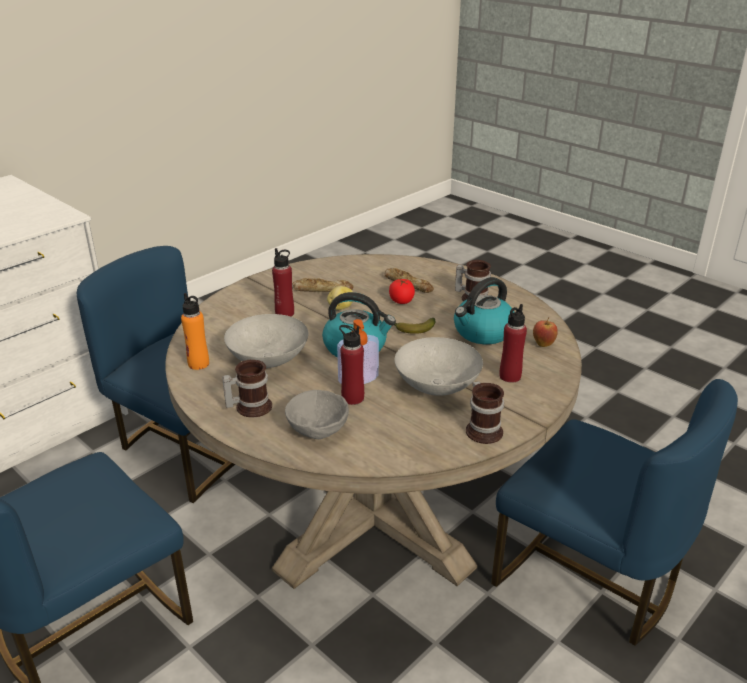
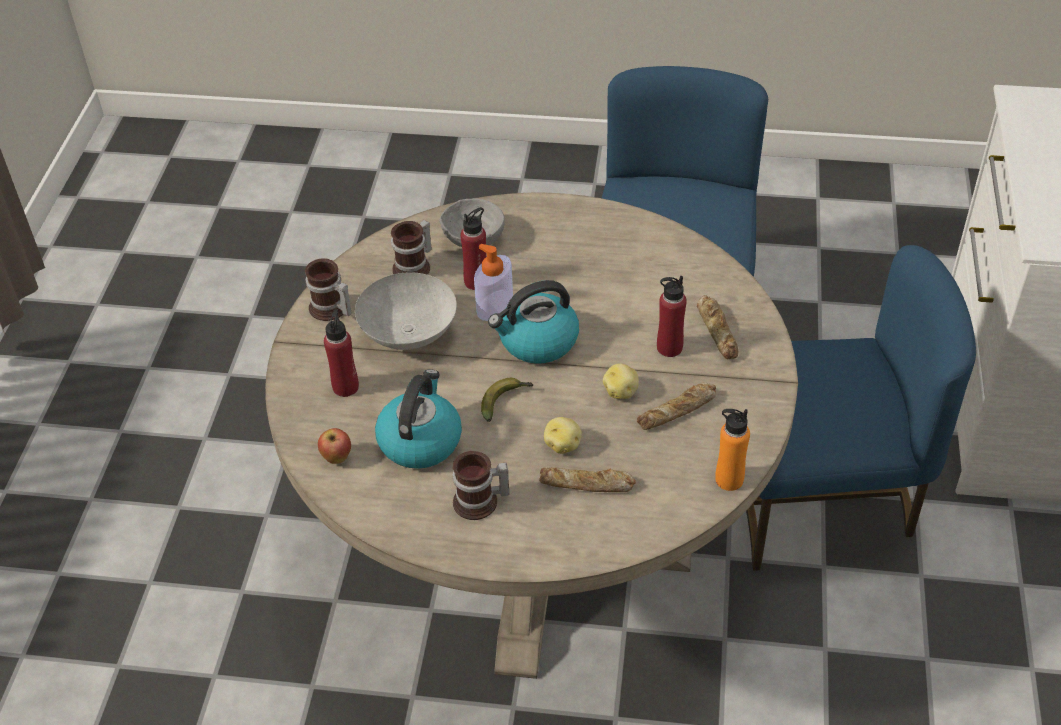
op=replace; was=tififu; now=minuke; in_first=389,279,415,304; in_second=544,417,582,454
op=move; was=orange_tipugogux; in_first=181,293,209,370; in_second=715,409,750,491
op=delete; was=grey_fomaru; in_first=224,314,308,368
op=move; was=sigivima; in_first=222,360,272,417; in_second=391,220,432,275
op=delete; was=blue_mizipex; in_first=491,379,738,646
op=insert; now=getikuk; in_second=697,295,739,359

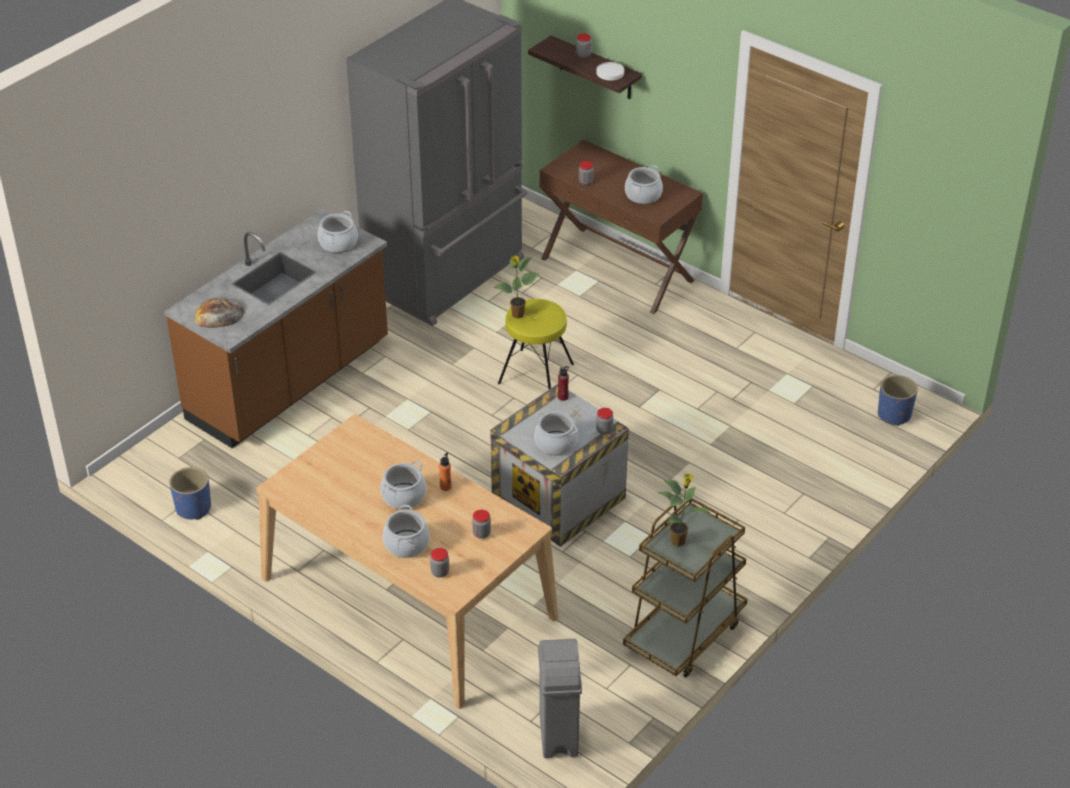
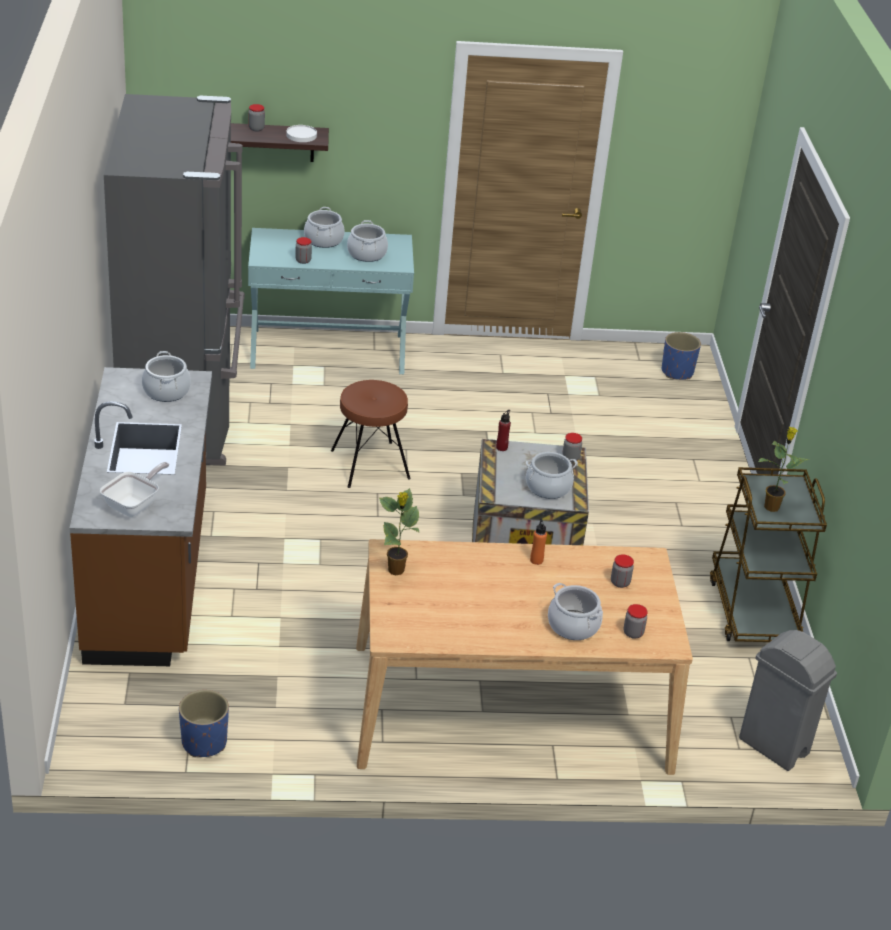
op=recolor; was=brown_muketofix; now=turquoise_muketofix; in_first=540,140,703,314; in_second=248,228,414,374
op=move; was=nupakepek; in_first=494,255,539,319; in_second=379,488,420,575
op=replace; was=getikuk; now=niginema; in_first=194,297,245,328; in_second=100,462,169,517
op=recolor; was=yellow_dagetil; now=brown_dagetil; in_first=498,299,574,389; in_second=331,380,411,488
op=move; was=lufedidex; in_first=380,461,426,510; in_second=304,207,345,248

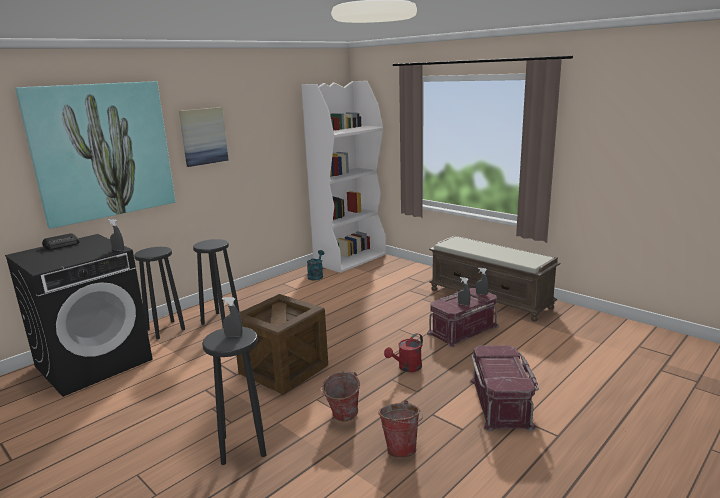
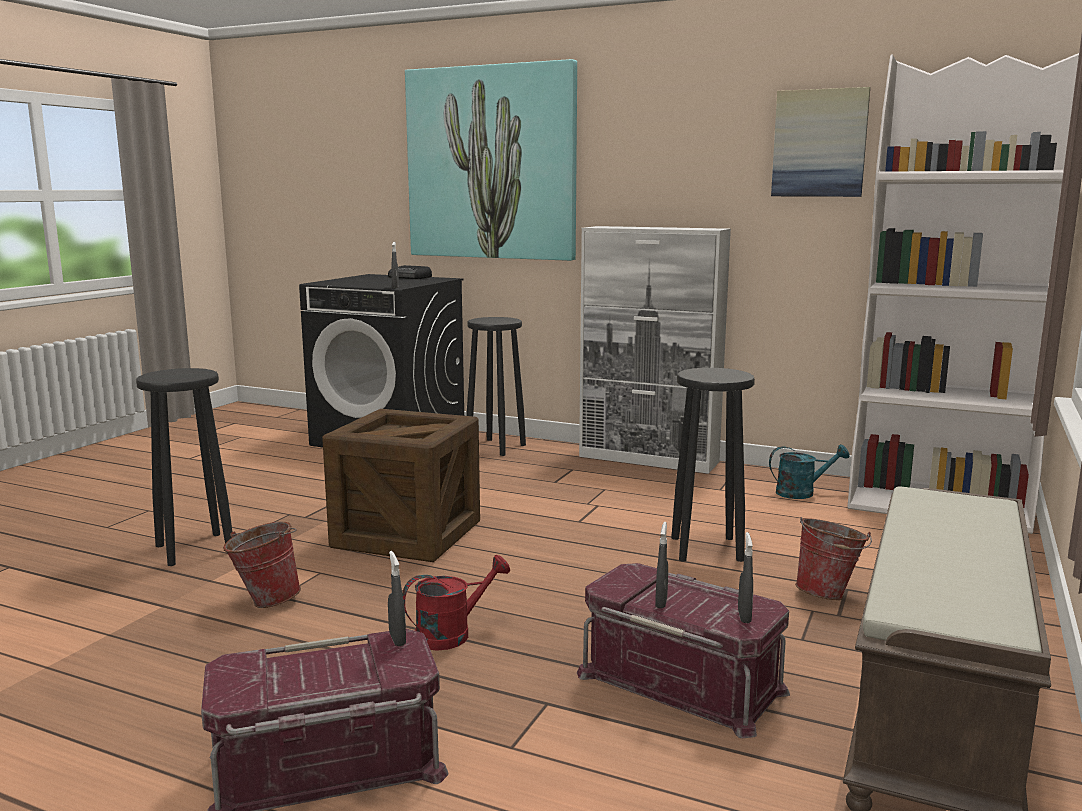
op=move; was=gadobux; in_first=179,107,228,167; in_second=771,87,870,197
op=move; was=black_dagetil; in_first=193,239,240,326; in_second=671,368,755,562
op=move; was=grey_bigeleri; in_first=222,297,242,337; in_second=388,551,406,646
op=rotate; was=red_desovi; in_first=384,333,423,372; in_second=402,555,510,651; clockwise=120
op=move; was=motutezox; in_first=379,400,423,458; in_second=795,517,872,600
op=insert; now=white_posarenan; in_second=579,226,731,474

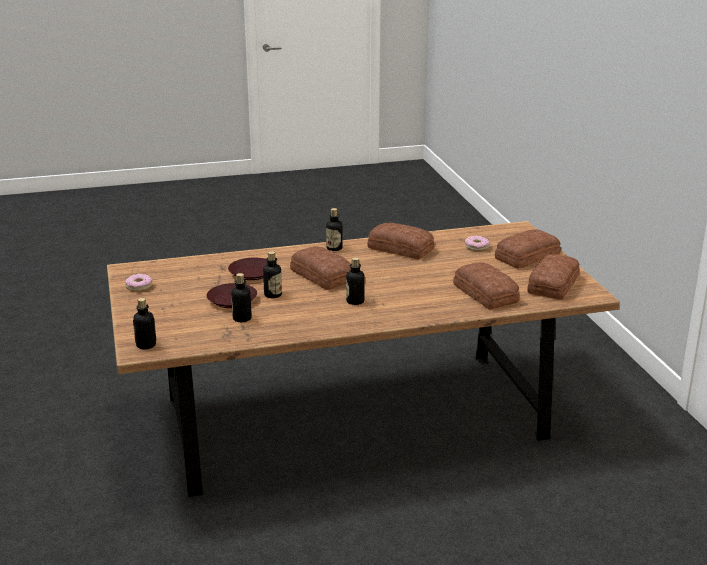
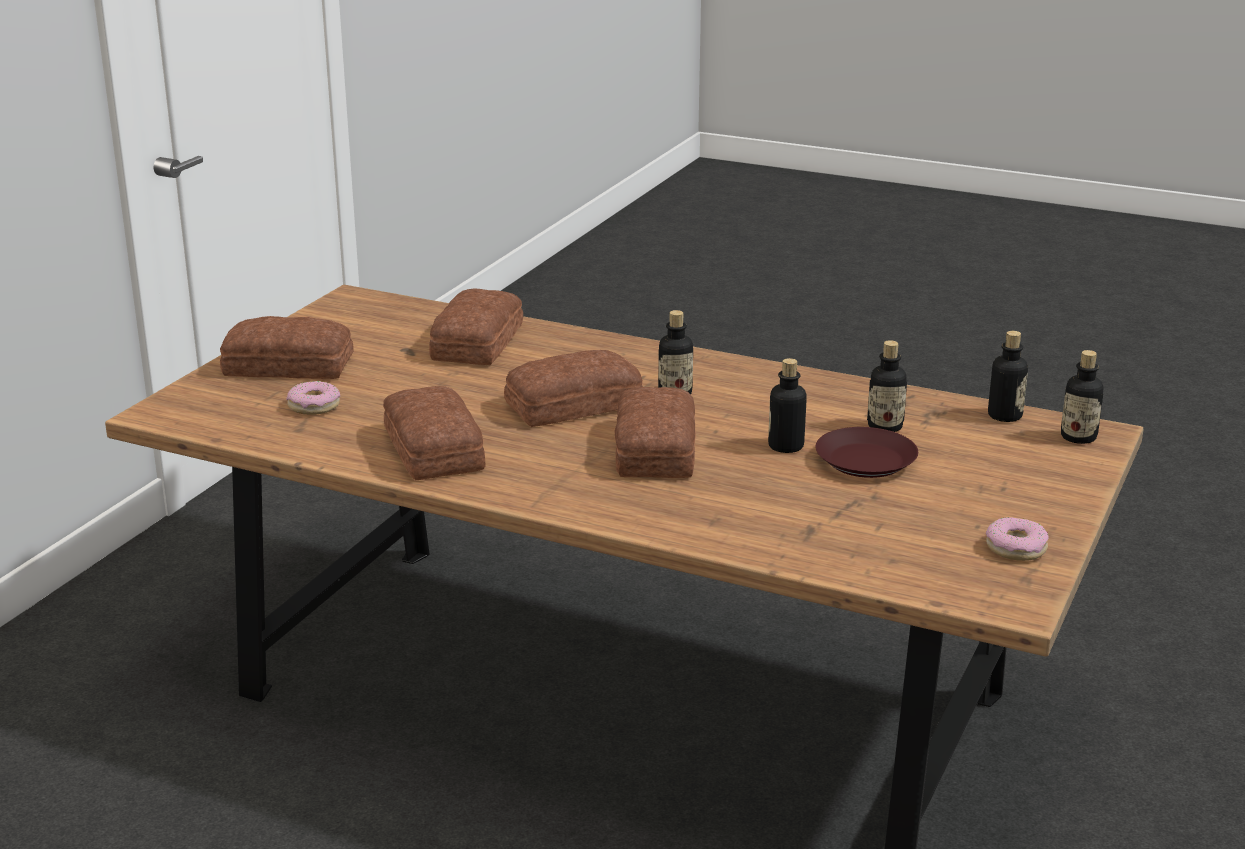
op=move; was=tipugogux; in_first=326,208,343,251; in_second=988,331,1028,422
op=move; was=getikuk; in_first=527,254,579,300; in_second=504,350,643,427
op=delete; was=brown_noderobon; in_first=228,257,267,280

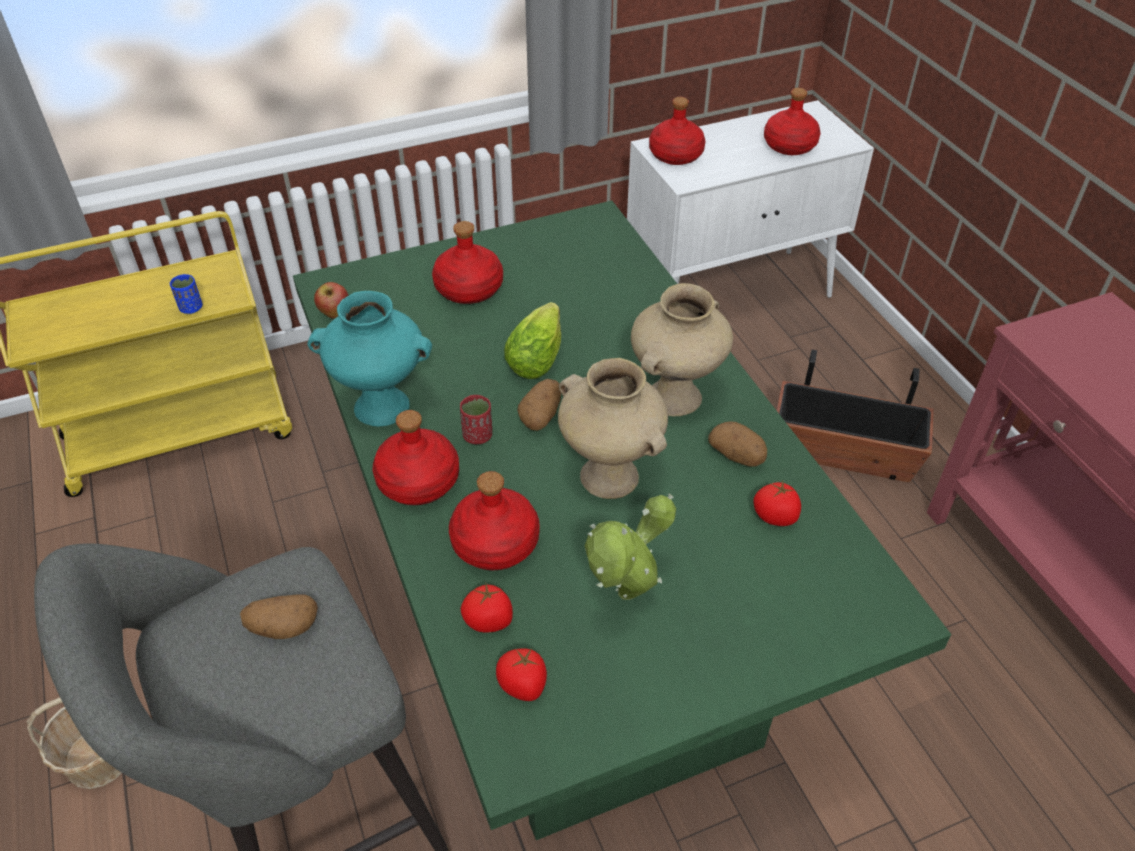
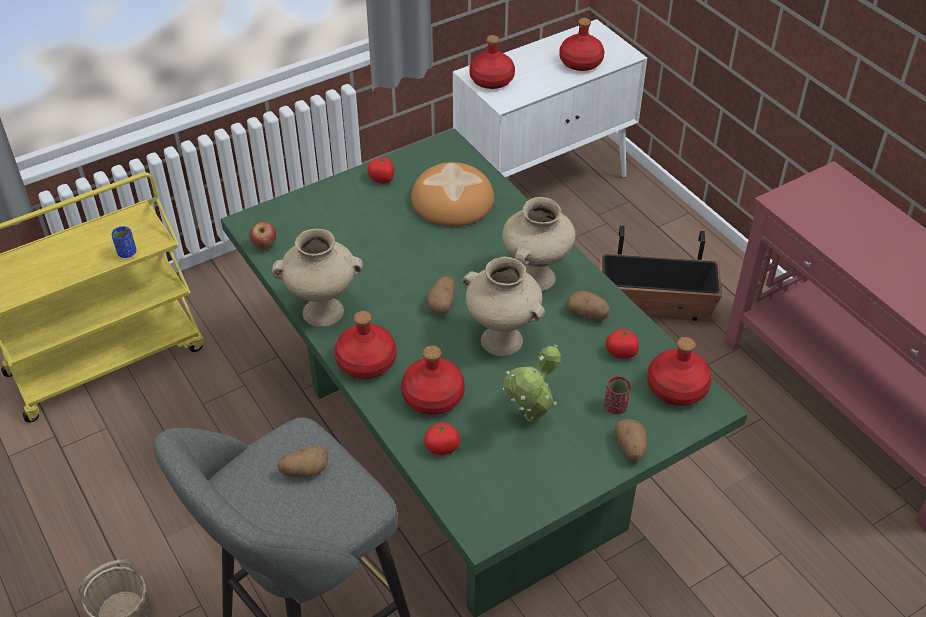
op=move; was=red_tipugogux; in_first=432,221,503,304; in_second=647,337,712,406
op=recolor; was=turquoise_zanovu; now=beige_zanovu; in_first=307,291,432,427; in_second=272,229,363,327
op=delete; was=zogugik; in_first=504,302,561,379
op=move; was=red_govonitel; in_first=460,395,492,444; in_second=604,376,631,414
op=move; was=tififu; in_first=496,648,547,701; in_second=367,156,394,184
op=insert; now=getikuk; in_second=411,162,494,227
op=insert; now=minuke; in_second=615,419,648,462

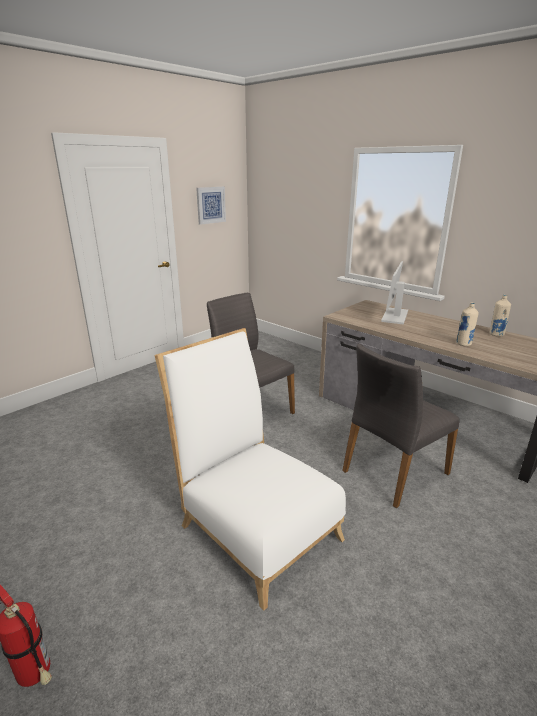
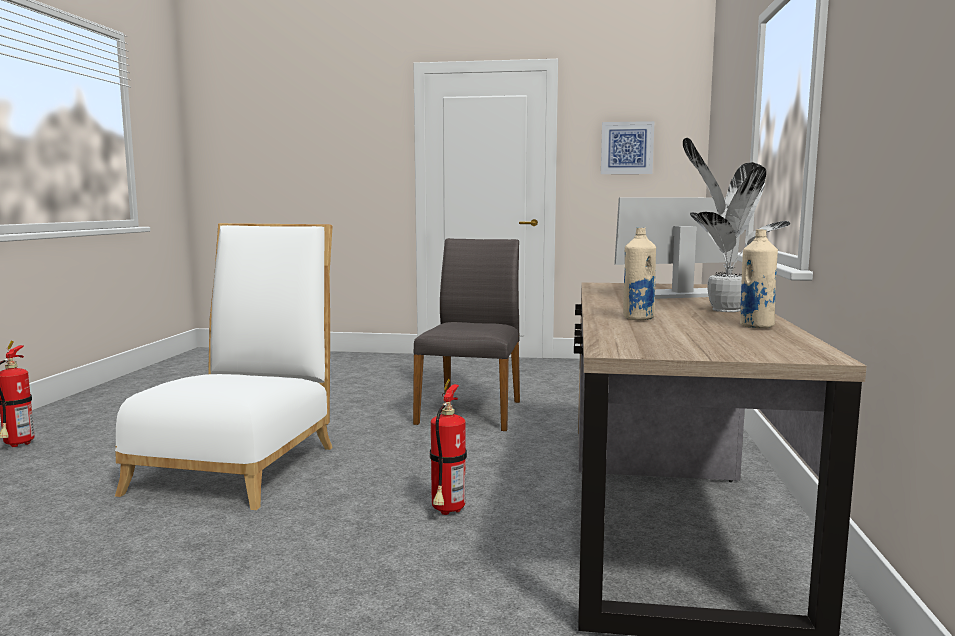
op=replace; was=grey_mizipex; now=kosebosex; in_first=342,343,460,508; in_second=430,378,467,515
op=insert; now=nupakepek; in_second=683,138,790,312

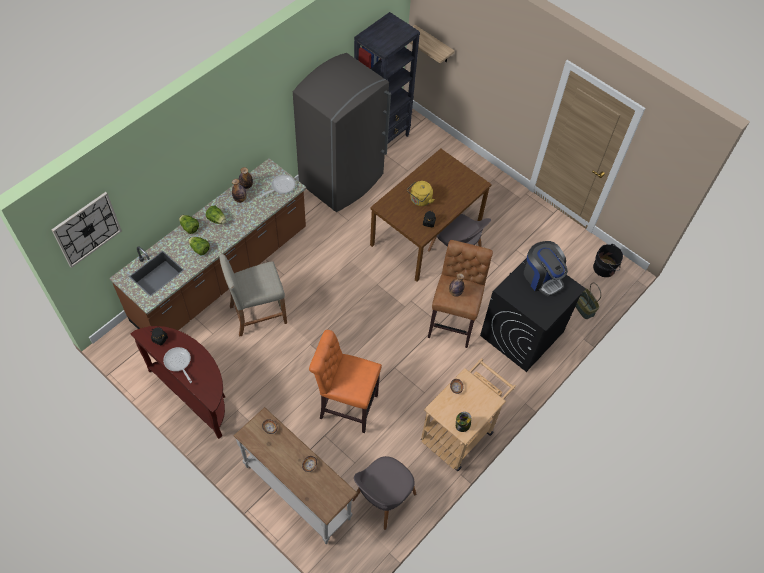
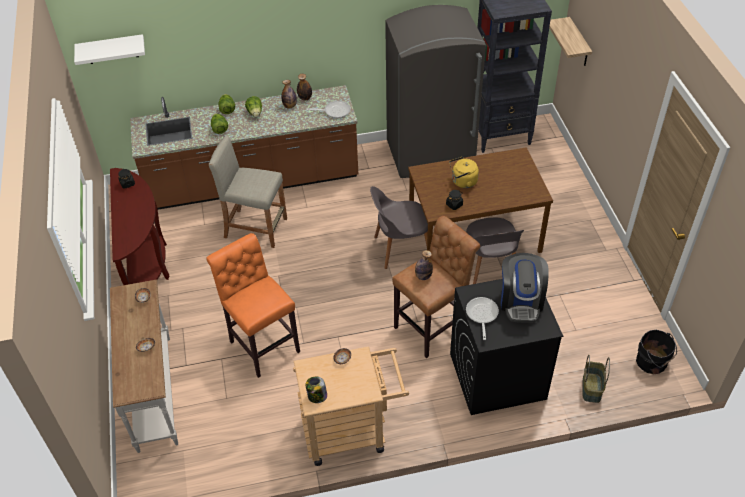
op=replace; was=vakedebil; now=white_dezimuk; in_first=52,192,122,268; in_second=74,34,145,65
op=move; was=niginema; in_first=163,347,192,383; in_second=466,297,499,340
op=move; was=grey_mizipex; in_first=352,456,416,530; in_second=370,186,428,269

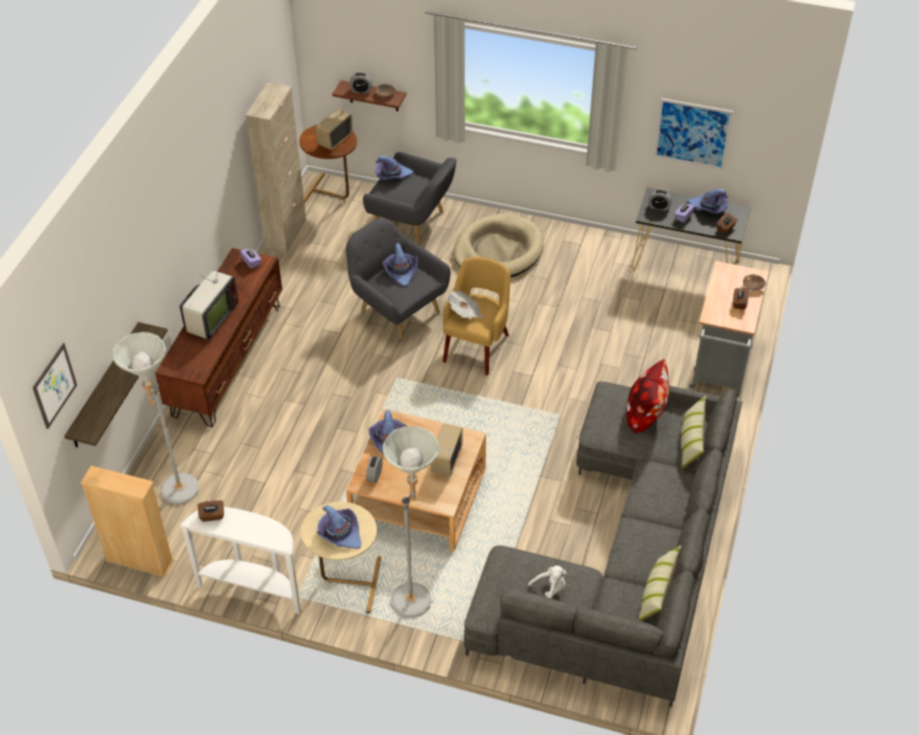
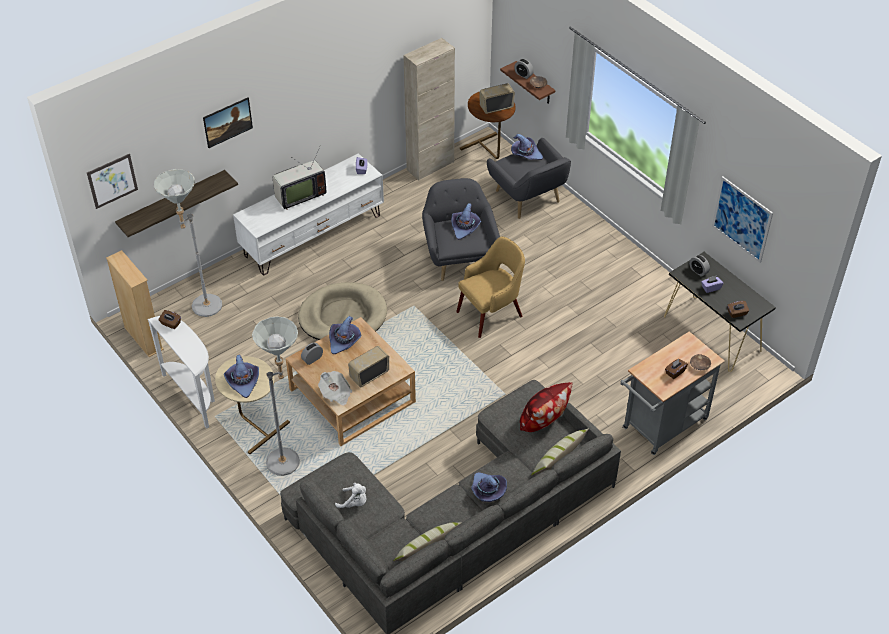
op=move; was=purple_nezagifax; in_first=688,189,728,214; in_second=471,472,507,502
op=move; was=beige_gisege; in_first=454,214,544,277; in_second=298,282,387,340
op=recolor; was=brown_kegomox; now=white_kegomox; in_first=155,248,282,427; in_second=233,153,384,276
op=move; was=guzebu; in_first=447,290,482,319; in_second=318,371,352,406
op=insert; now=gadobux; in_second=203,97,253,148

